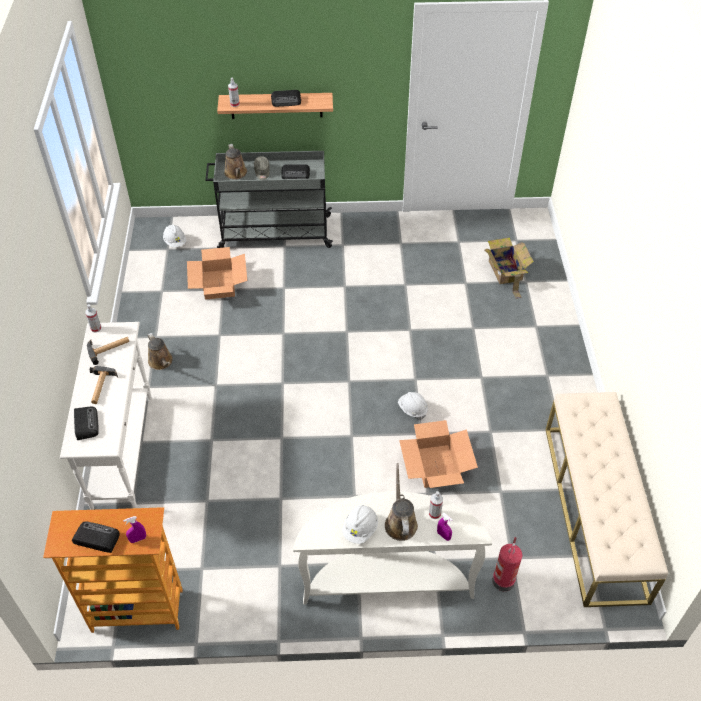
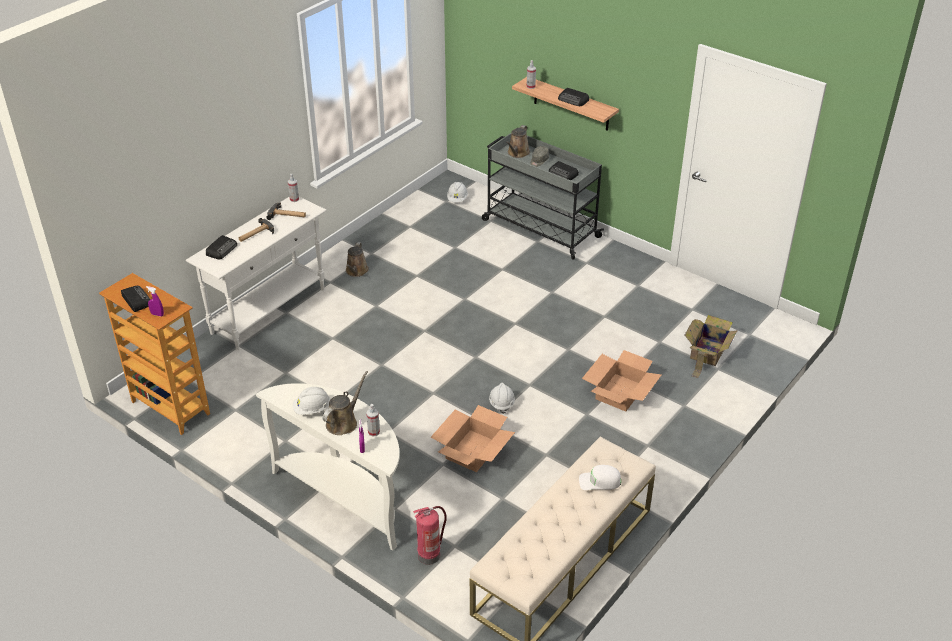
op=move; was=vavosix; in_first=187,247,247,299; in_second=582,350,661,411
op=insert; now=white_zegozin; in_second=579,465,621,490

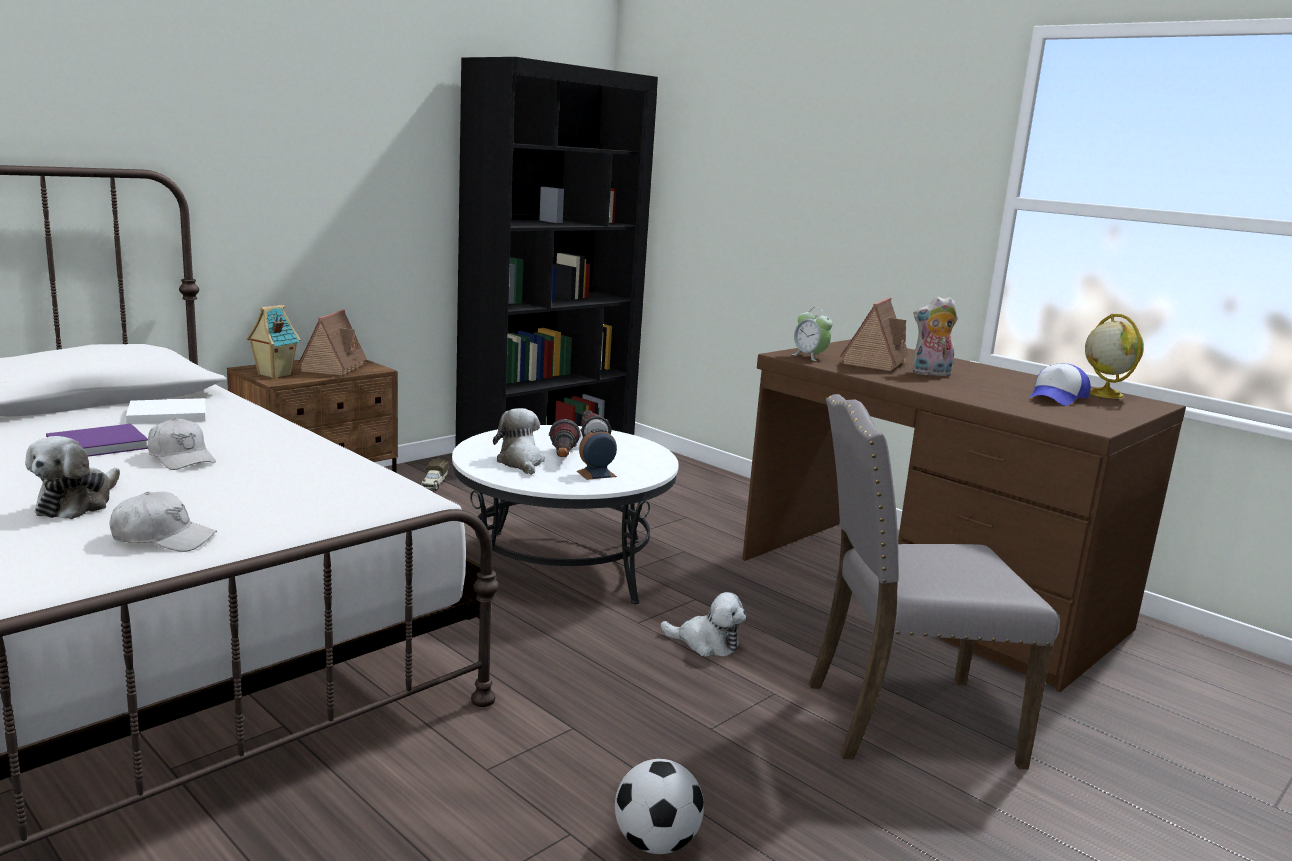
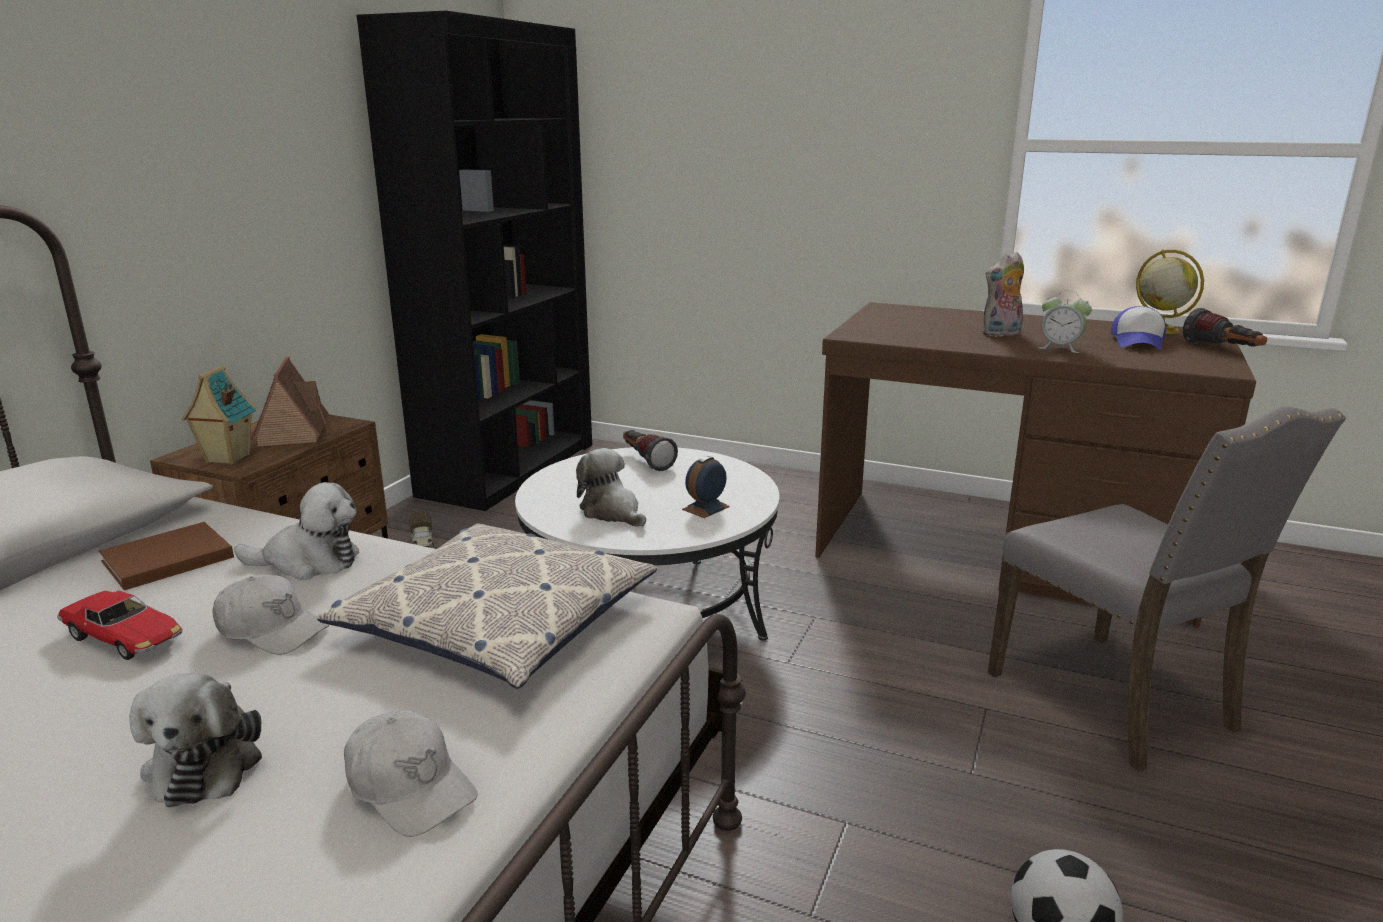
op=delete; was=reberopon; in_first=840,298,909,371
op=move; was=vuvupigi; in_first=791,307,833,361; in_second=1039,291,1092,353
op=rotate; was=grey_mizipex; in_first=809,394,1060,769; in_second=988,407,1346,772; clockwise=-90
op=recolor; was=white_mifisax; now=brown_mifisax; in_first=126,398,206,424; in_second=99,522,234,590
op=move; was=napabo; in_first=549,419,581,457; in_second=1183,308,1267,347
op=replace; was=purple_mifisax; now=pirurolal; in_first=46,424,148,457; in_second=57,591,183,660
op=rotate; was=white_zegozin; in_first=109,491,217,552; in_second=344,711,478,837; clockwise=60
op=move; was=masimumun; in_first=661,592,746,657; in_second=234,482,359,580
op=insert; now=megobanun; in_second=317,523,657,689

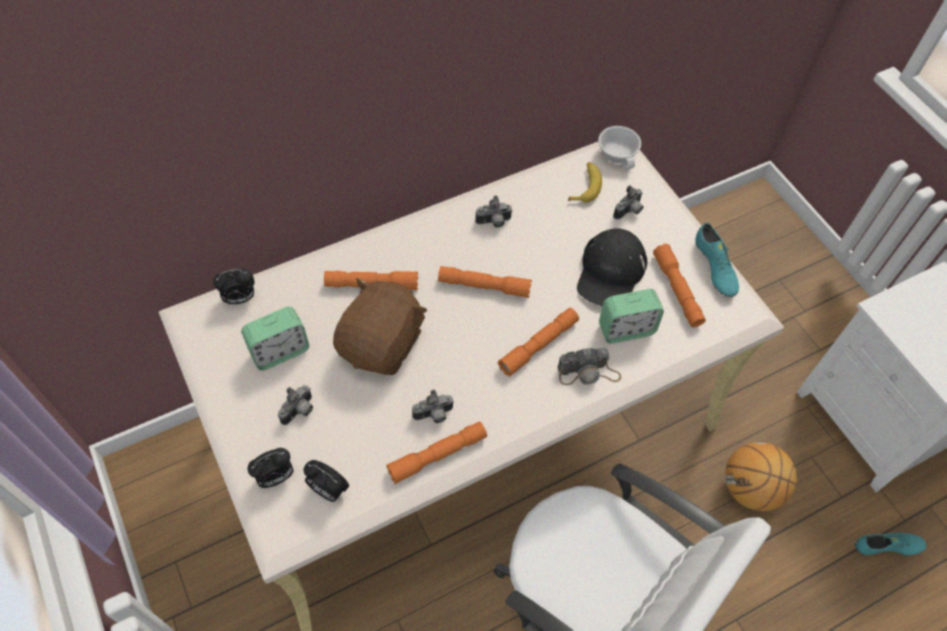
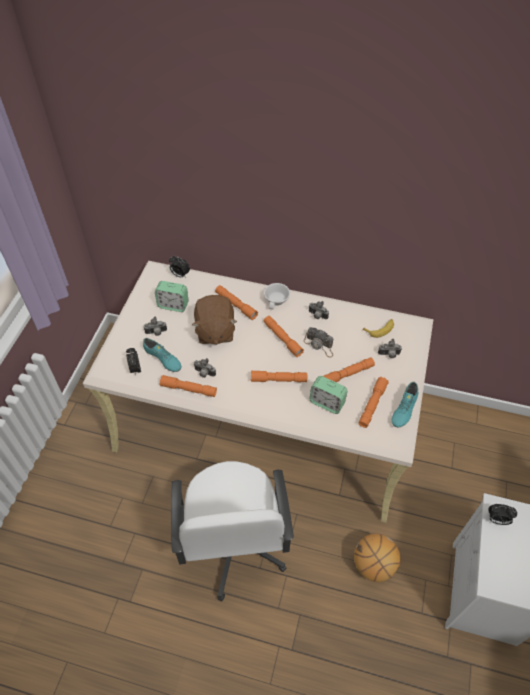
op=move; was=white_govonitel; in_first=598,126,641,170; in_second=264,283,290,310
op=replace; was=black_zegozin; now=orange_napabo; in_first=577,228,647,306; in_second=323,357,375,382
op=rotate; was=brown_masimumun; in_first=333,278,428,375; in_second=192,295,237,345; clockwise=105
op=move; was=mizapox; in_first=558,348,621,385; in_second=304,327,334,357
op=move; was=vuvupigi; in_first=248,448,293,488; in_second=489,504,517,525
op=move; was=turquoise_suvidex; in_first=855,533,927,555; in_second=143,338,181,372

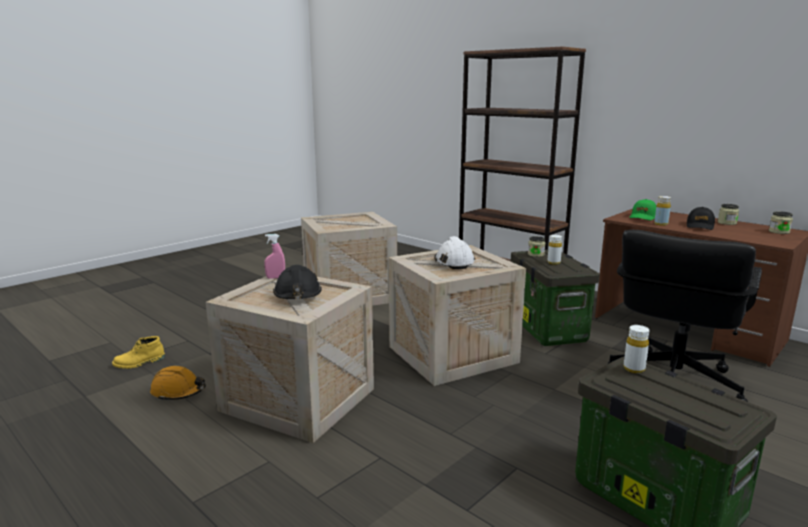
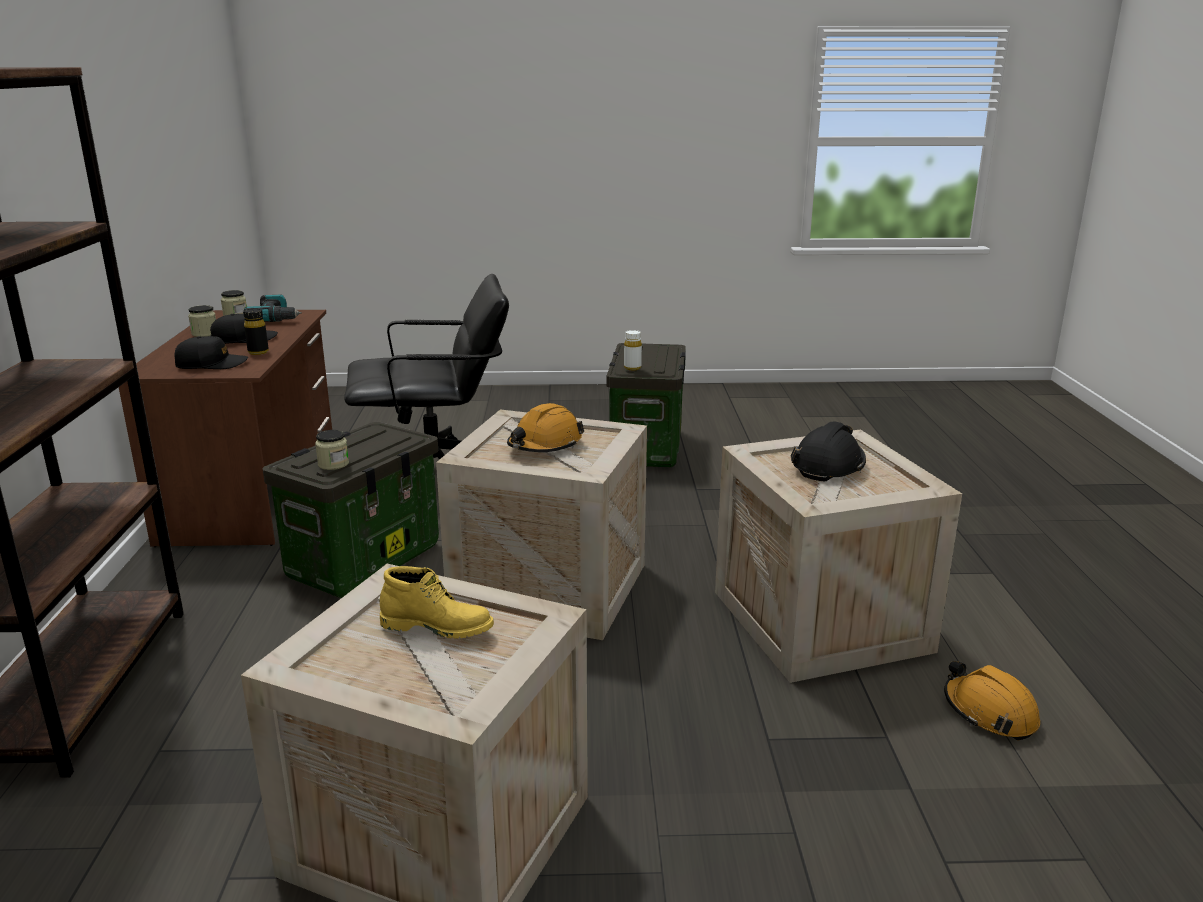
op=recolor; was=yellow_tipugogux; now=black_tipugogux; in_first=654,196,671,226; in_second=243,308,269,355
op=recolor; was=green_zegozin; now=black_zegozin; in_first=630,199,656,220; in_second=175,336,248,369
op=delete; was=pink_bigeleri; in_first=264,234,285,279
op=delete; was=white_tipugogux; in_first=547,235,562,265
op=recolor; was=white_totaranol; now=orange_totaranol; in_first=434,236,475,269; in_second=507,403,584,452
op=move; was=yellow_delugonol; in_first=112,336,165,369; in_second=380,566,494,639
op=insert; now=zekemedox; in_second=243,295,302,322

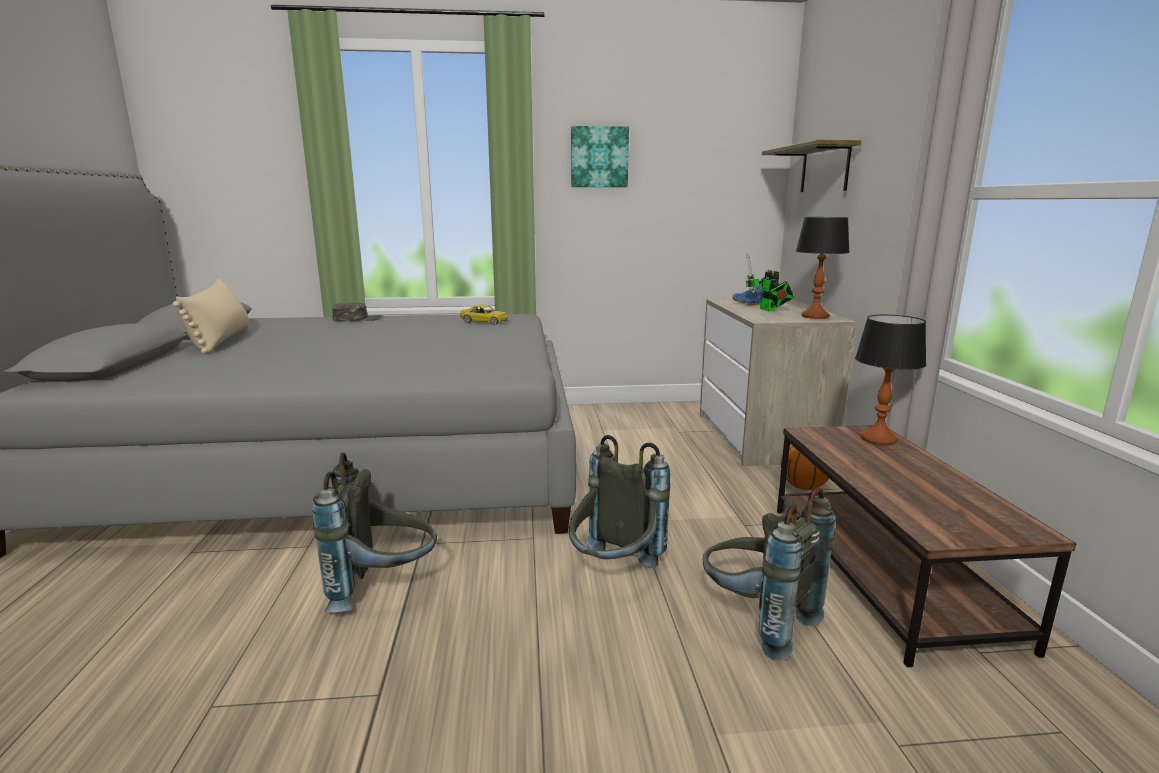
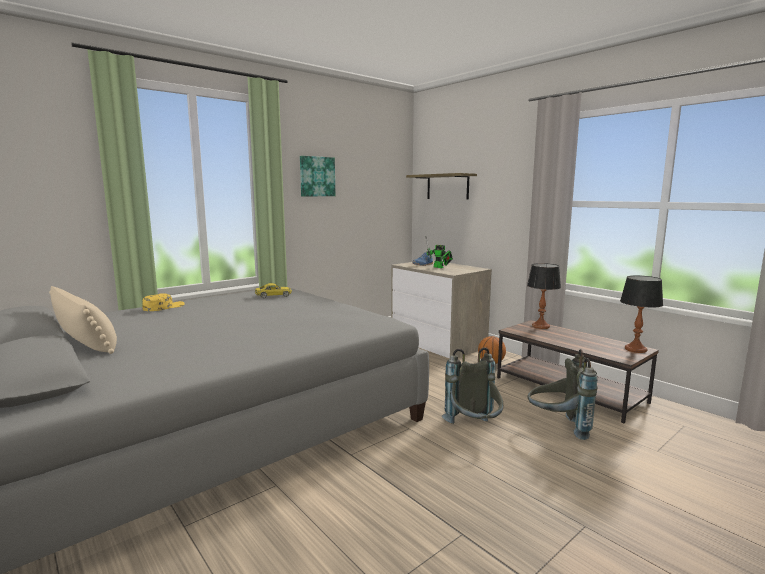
op=move; was=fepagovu; in_first=796,217,850,319; in_second=620,275,663,353
op=recolor; was=green_zegozin; now=yellow_zegozin; in_first=332,302,383,321; in_second=142,293,185,311
op=delete; was=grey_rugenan; in_first=313,452,437,612

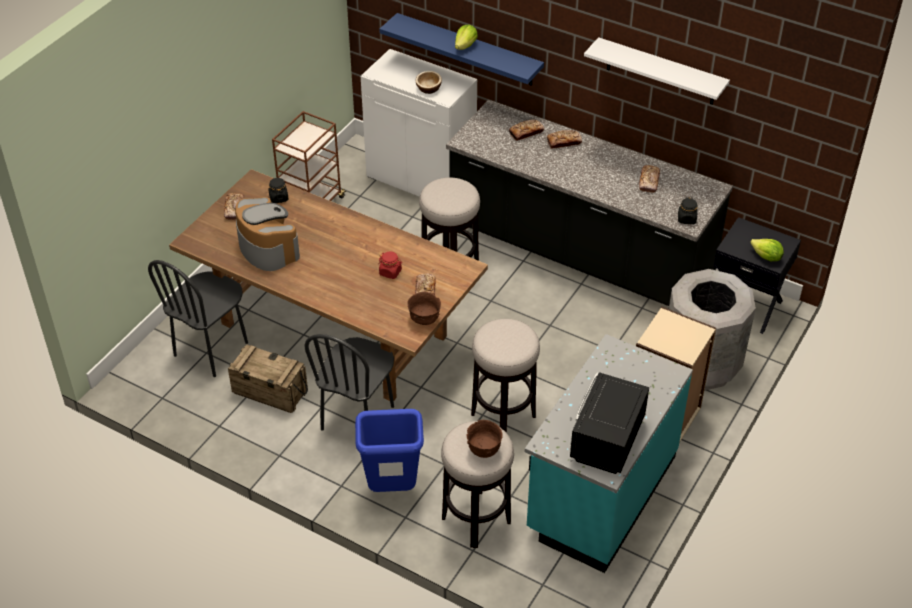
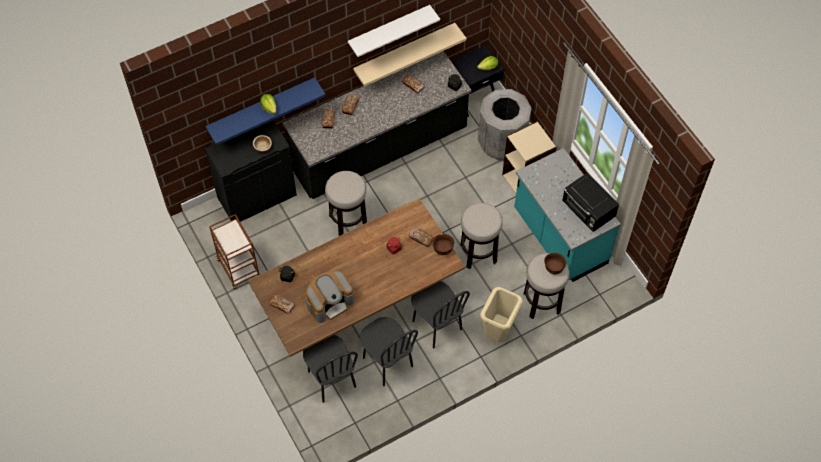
op=recolor; was=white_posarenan; now=black_posarenan; in_first=361,49,477,197; in_second=205,120,297,222
op=rotate; was=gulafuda; in_first=235,197,300,271; in_second=306,271,354,323; clockwise=150
op=replace; was=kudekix; now=black_mizipex; in_first=228,345,308,413; in_second=360,317,418,386
op=recolor; was=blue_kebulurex; now=beige_kebulurex; in_first=355,409,424,492; in_second=480,287,523,342
op=insert; now=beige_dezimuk; in_second=353,23,466,87

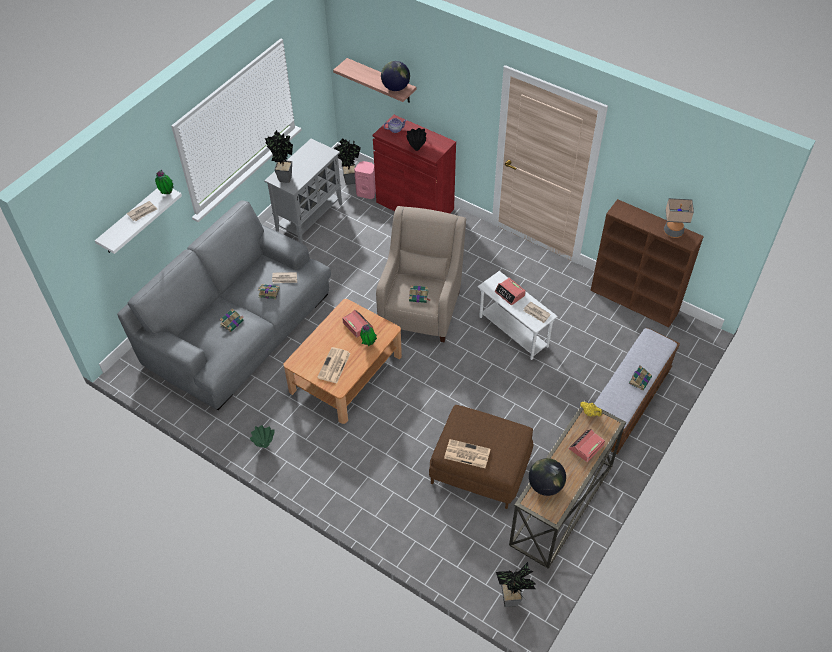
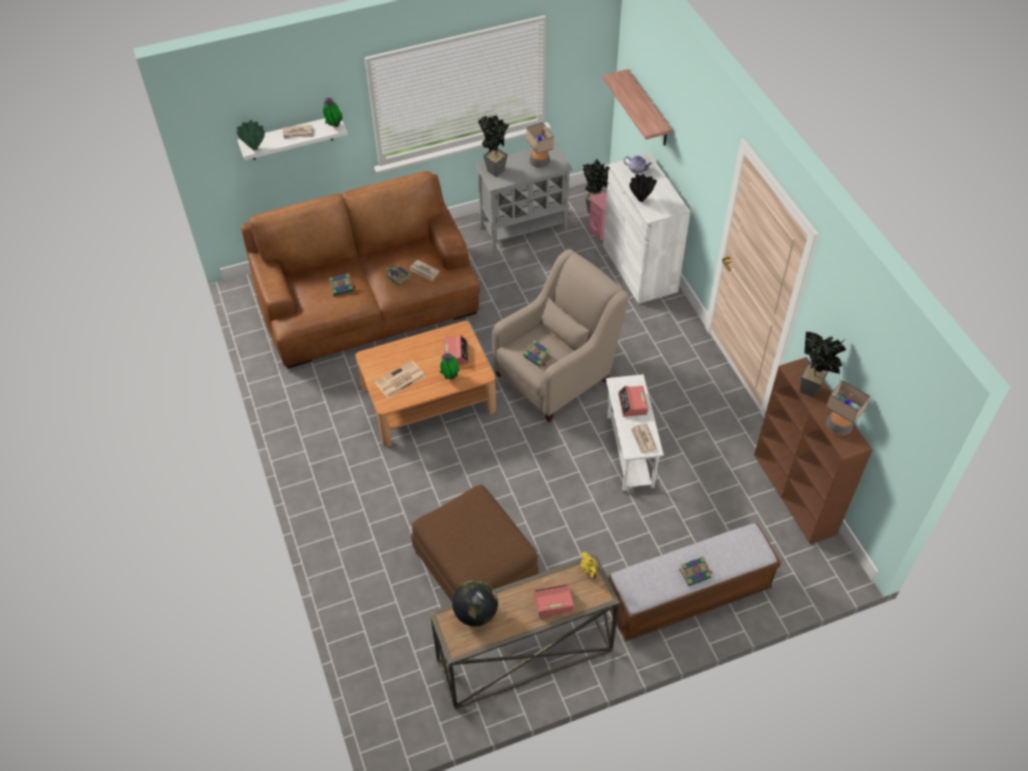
op=delete; was=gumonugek; in_first=381,61,410,91
op=recolor; was=red_posarenan; now=white_posarenan; in_first=373,115,456,214; in_second=603,153,691,304
op=recolor; was=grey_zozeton; now=brown_zozeton; in_first=117,200,331,410; in_second=241,171,480,368
op=move; was=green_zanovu; in_first=250,425,275,448; in_second=237,120,265,150
op=delete; was=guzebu; in_first=444,439,491,468
op=move; was=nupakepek; in_first=496,562,536,607; in_second=800,331,846,397
op=insert; now=fepagovu; in_second=526,122,554,168

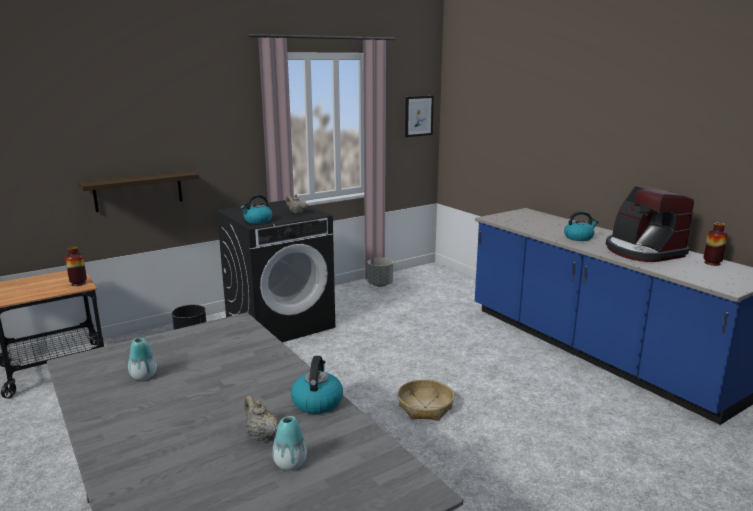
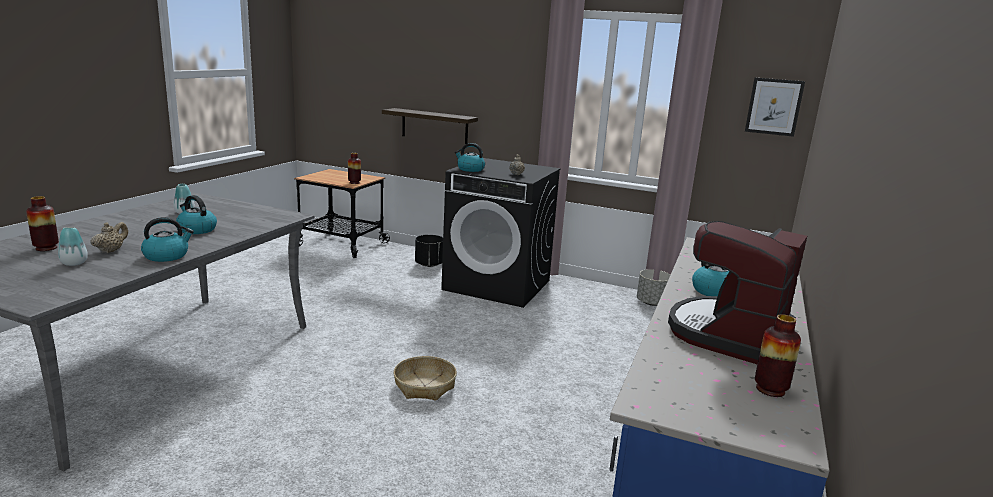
op=insert; now=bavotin; in_second=176,195,217,234
op=insert; now=zanovu; in_second=26,196,59,251

